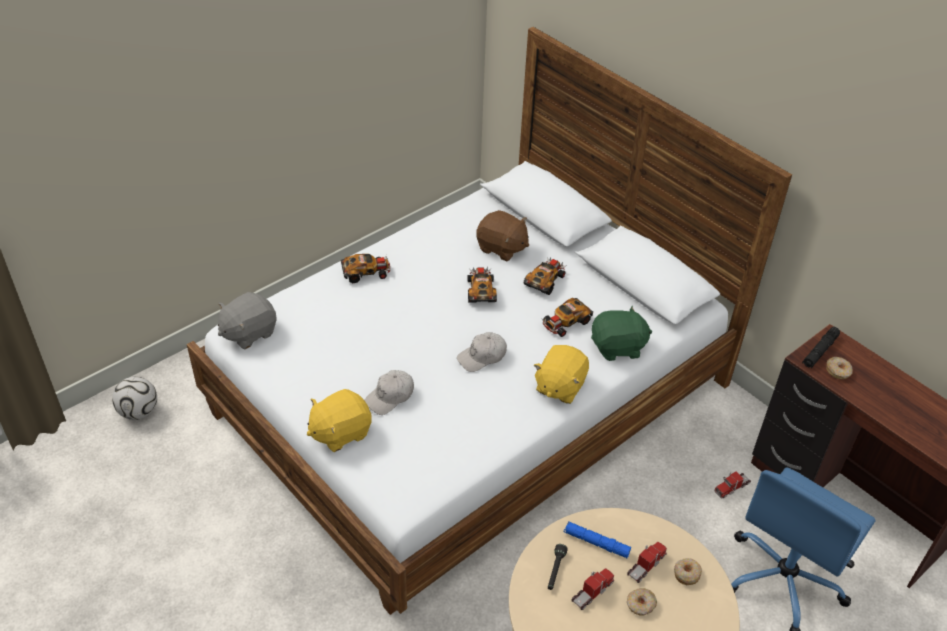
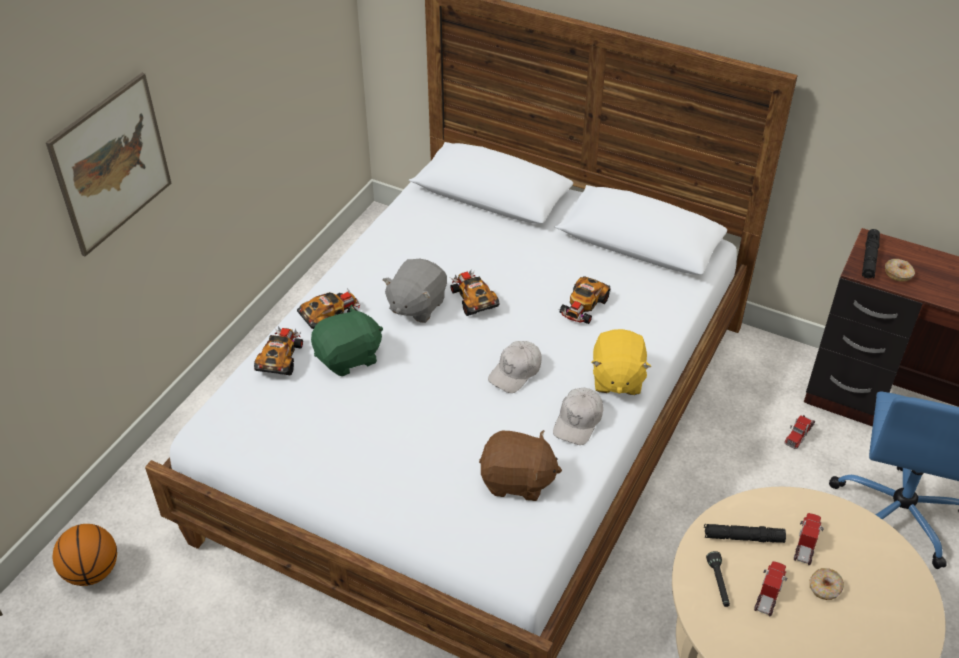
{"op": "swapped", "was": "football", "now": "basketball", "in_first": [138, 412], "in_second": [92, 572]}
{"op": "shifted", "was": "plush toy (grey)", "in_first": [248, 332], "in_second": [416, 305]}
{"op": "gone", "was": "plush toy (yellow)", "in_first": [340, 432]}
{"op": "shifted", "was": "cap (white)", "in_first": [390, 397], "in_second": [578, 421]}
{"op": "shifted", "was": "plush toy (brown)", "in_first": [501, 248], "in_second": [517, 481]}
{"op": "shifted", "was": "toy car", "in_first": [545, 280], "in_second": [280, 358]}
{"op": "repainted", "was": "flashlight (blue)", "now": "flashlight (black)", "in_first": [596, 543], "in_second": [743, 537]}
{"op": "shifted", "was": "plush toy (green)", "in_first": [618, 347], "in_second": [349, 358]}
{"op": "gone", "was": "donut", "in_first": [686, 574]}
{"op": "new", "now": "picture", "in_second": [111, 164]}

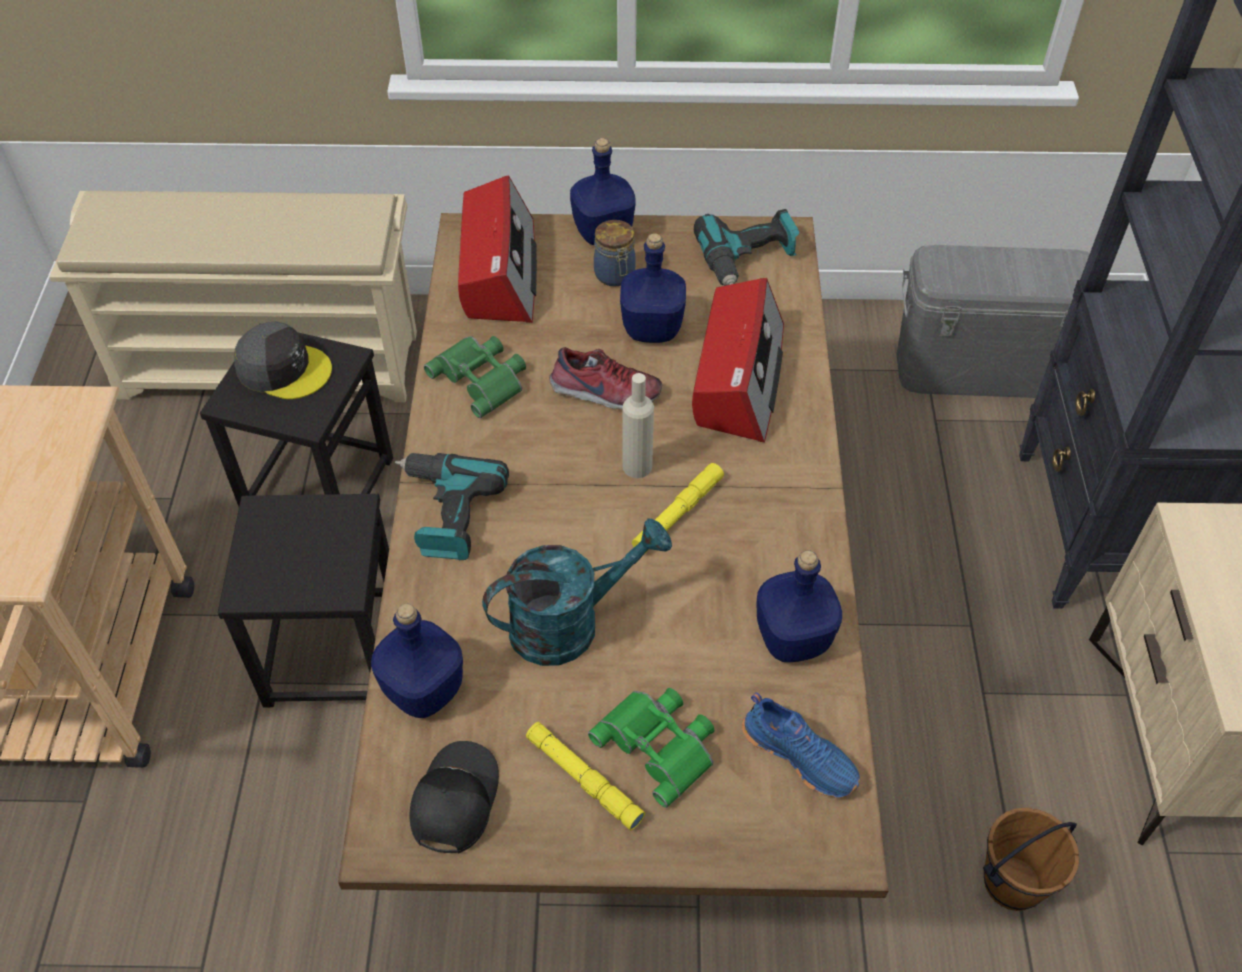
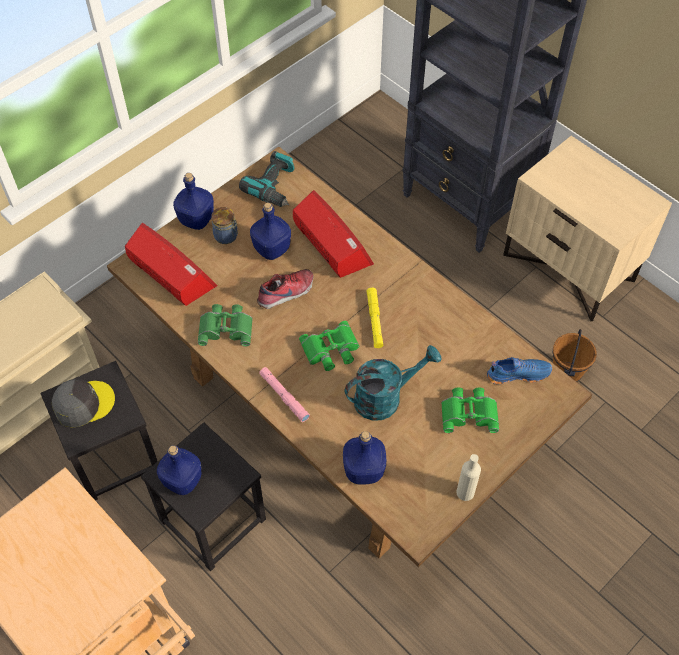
{"op": "swapped", "was": "power drill", "now": "flashlight (pink)", "in_first": [446, 512], "in_second": [284, 396]}
{"op": "gone", "was": "cap (black)", "in_first": [453, 801]}
{"op": "rotated", "was": "watering can (turquoise)", "in_first": [570, 622], "in_second": [385, 397], "clockwise": 45}
{"op": "gone", "was": "flashlight (yellow)", "in_first": [584, 779]}
{"op": "shifted", "was": "bottle (beige)", "in_first": [637, 466], "in_second": [465, 492]}
{"op": "shifted", "was": "bottle (blue)", "in_first": [792, 637], "in_second": [182, 480]}
{"op": "gone", "was": "storage box (grey)", "in_first": [979, 368]}
{"op": "new", "now": "binoculars (green)", "in_second": [331, 350]}

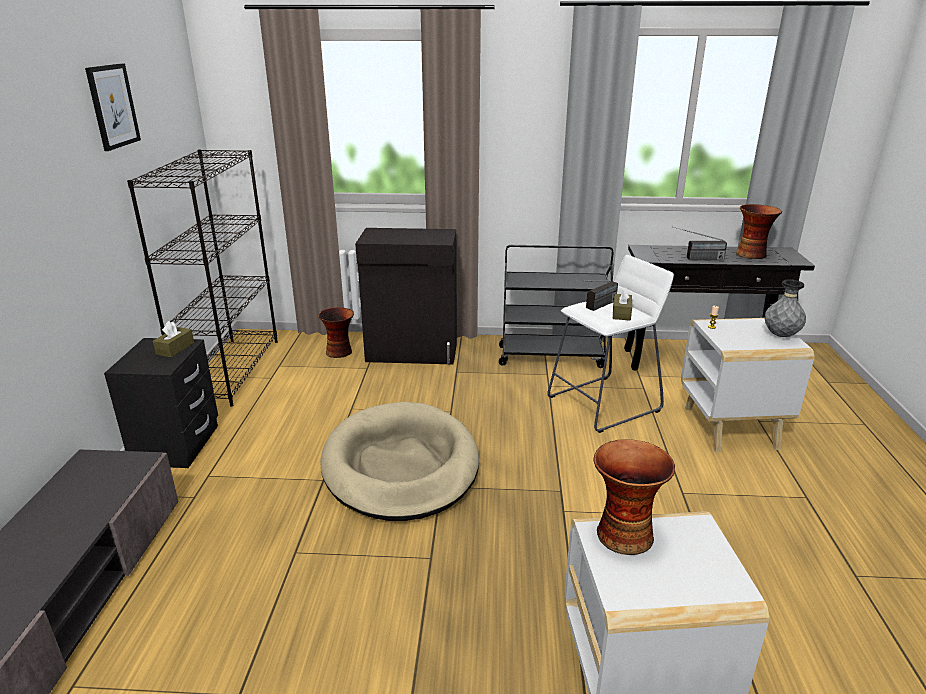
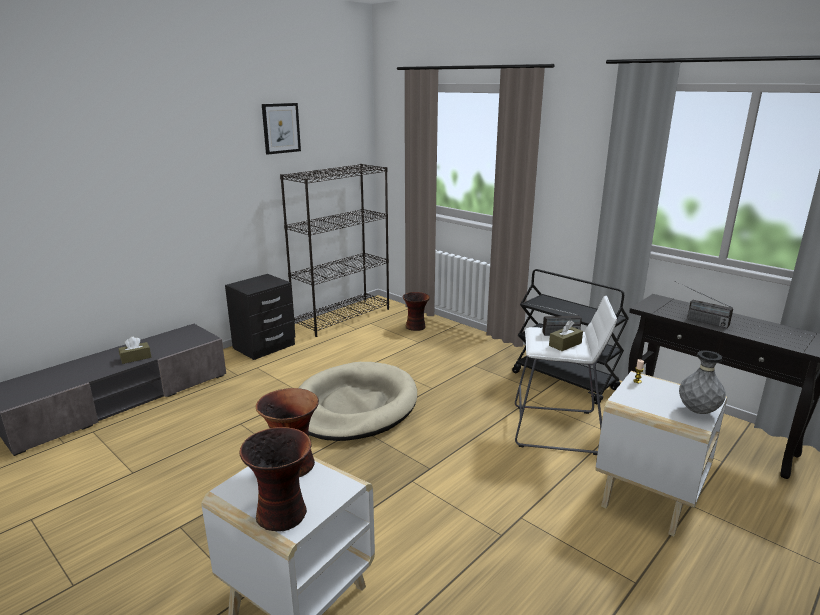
{"op": "shifted", "was": "tissue box (brown)", "in_first": [175, 348], "in_second": [136, 358]}
{"op": "gone", "was": "cabinet (black)", "in_first": [412, 353]}
{"op": "shifted", "was": "vase", "in_first": [751, 254], "in_second": [283, 514]}

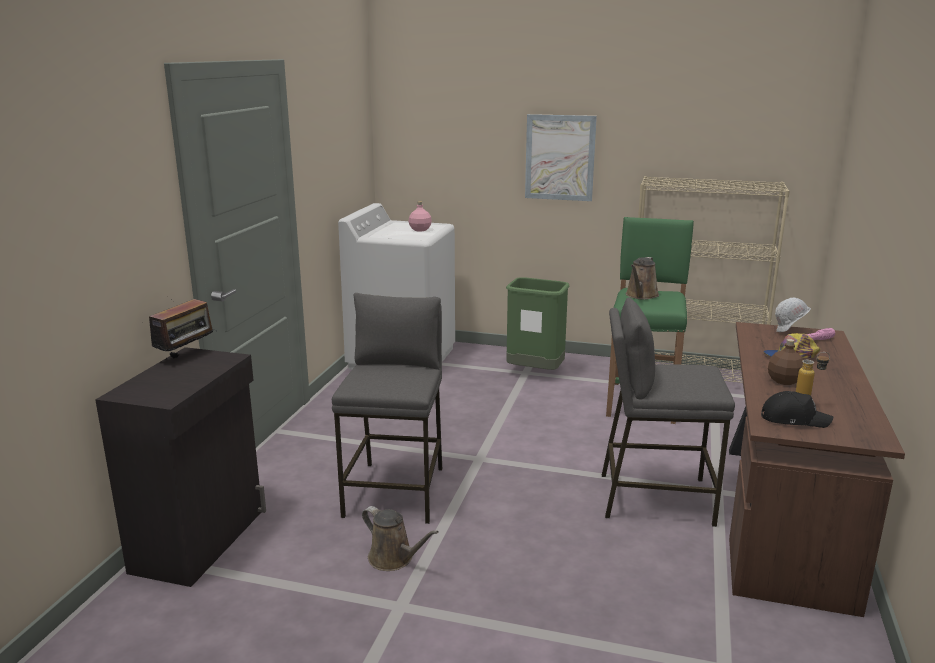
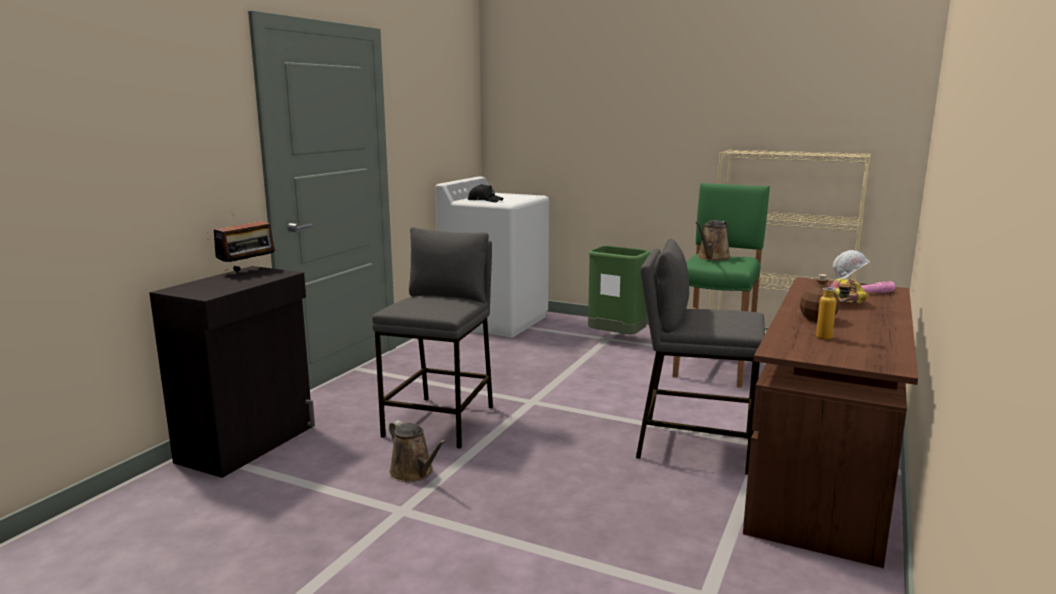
{"op": "gone", "was": "bottle (pink)", "in_first": [420, 230]}
{"op": "gone", "was": "picture", "in_first": [560, 157]}
{"op": "shifted", "was": "cap (black)", "in_first": [793, 419], "in_second": [485, 200]}

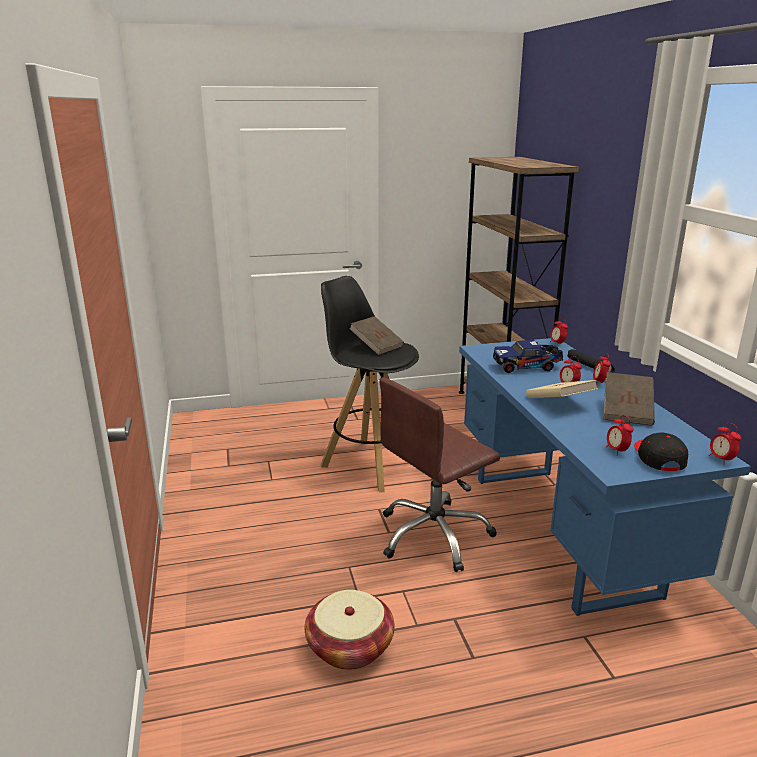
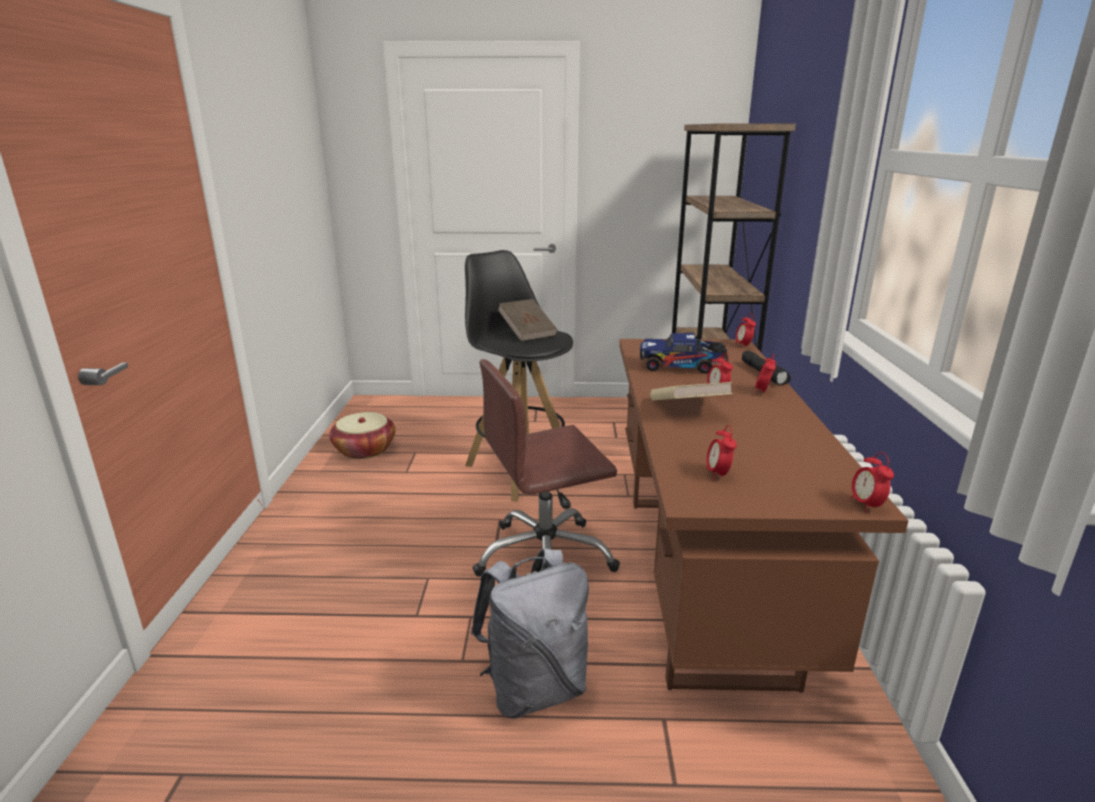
{"op": "shifted", "was": "basket", "in_first": [350, 647], "in_second": [364, 450]}
{"op": "repainted", "was": "desk (blue)", "now": "desk (brown)", "in_first": [561, 531], "in_second": [703, 579]}
{"op": "gone", "was": "book (brown)", "in_first": [627, 412]}
{"op": "gone", "was": "cap (black)", "in_first": [658, 458]}
{"op": "new", "now": "backpack (grey)", "in_second": [534, 688]}

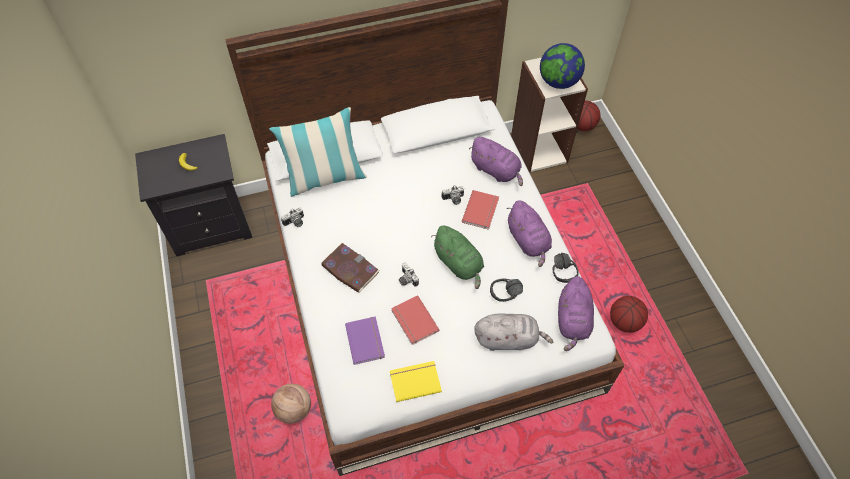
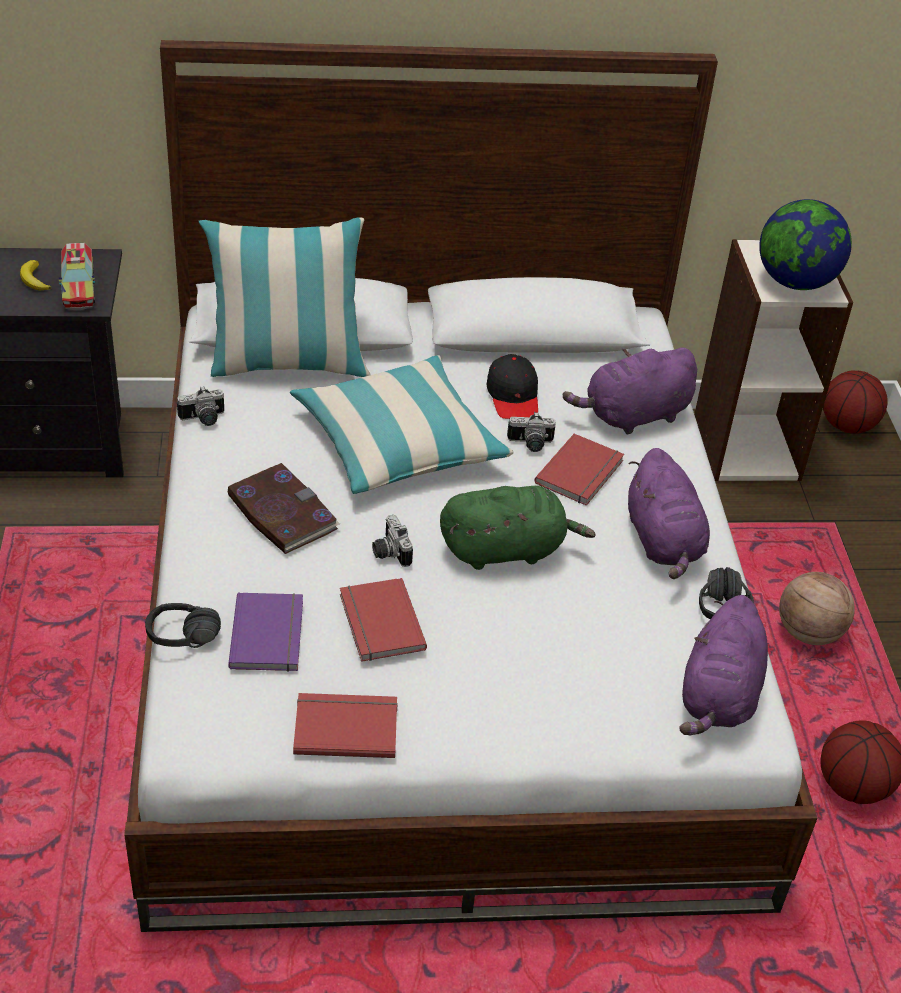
{"op": "shifted", "was": "basketball", "in_first": [294, 410], "in_second": [808, 633]}
{"op": "repainted", "was": "book (yellow)", "now": "book (red)", "in_first": [414, 381], "in_second": [345, 726]}
{"op": "rotated", "was": "plush toy (green)", "in_first": [459, 264], "in_second": [507, 550], "clockwise": -75}
{"op": "rotated", "was": "plush toy (purple)", "in_first": [496, 171], "in_second": [633, 416], "clockwise": 105}
{"op": "gone", "was": "plush toy (grey)", "in_first": [508, 339]}
{"op": "shifted", "was": "headphones (black)", "in_first": [507, 297], "in_second": [182, 644]}
{"op": "new", "now": "toy truck", "in_second": [79, 287]}
{"op": "new", "now": "pillow", "in_second": [398, 443]}
{"op": "new", "now": "cap (black)", "in_second": [513, 396]}

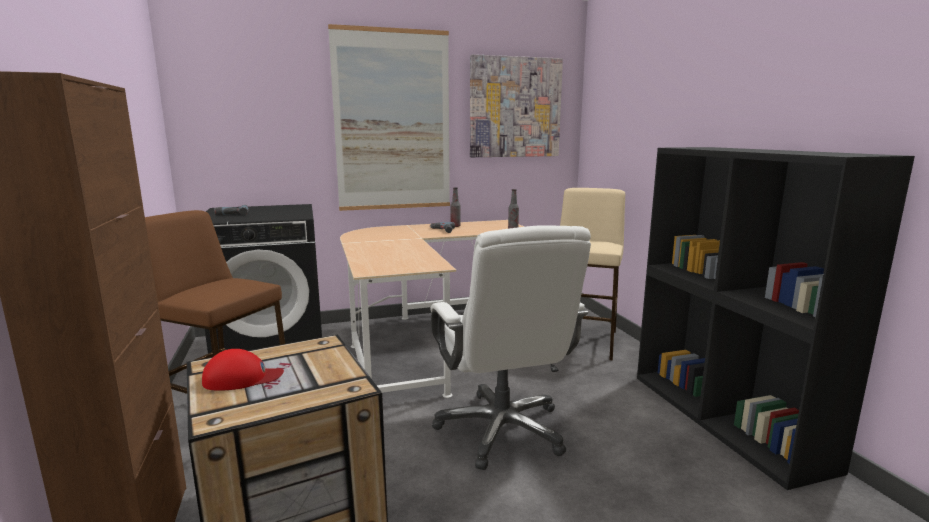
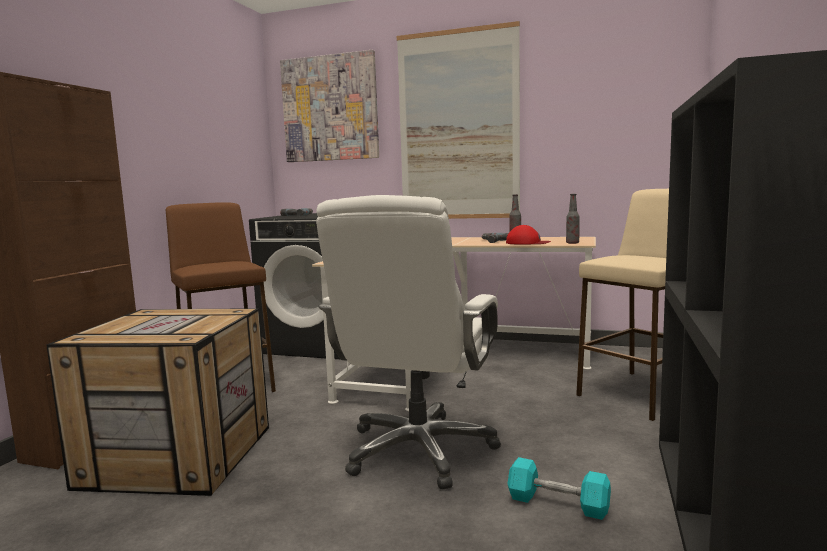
{"op": "shifted", "was": "cap (red)", "in_first": [242, 378], "in_second": [527, 243]}
{"op": "shifted", "was": "picture", "in_first": [515, 107], "in_second": [330, 108]}
{"op": "new", "now": "dumbbell (turquoise)", "in_second": [558, 503]}

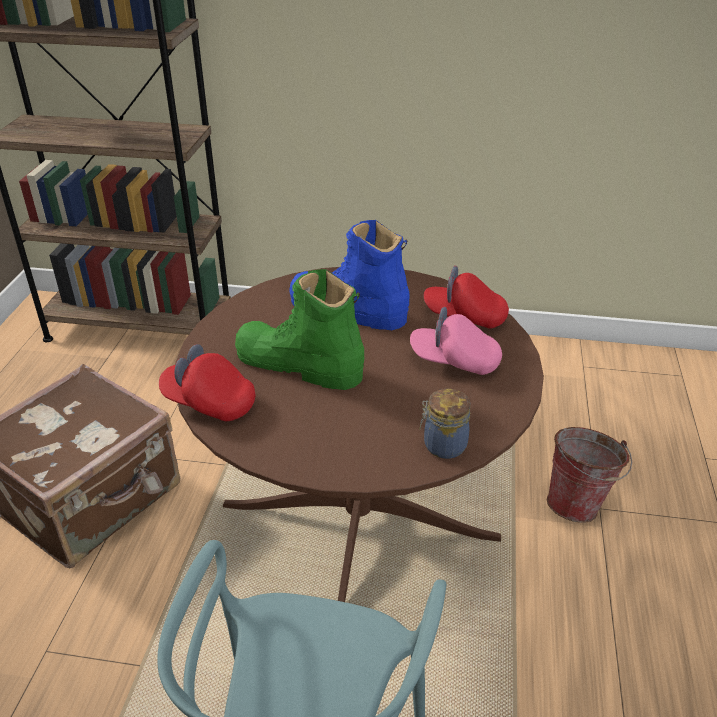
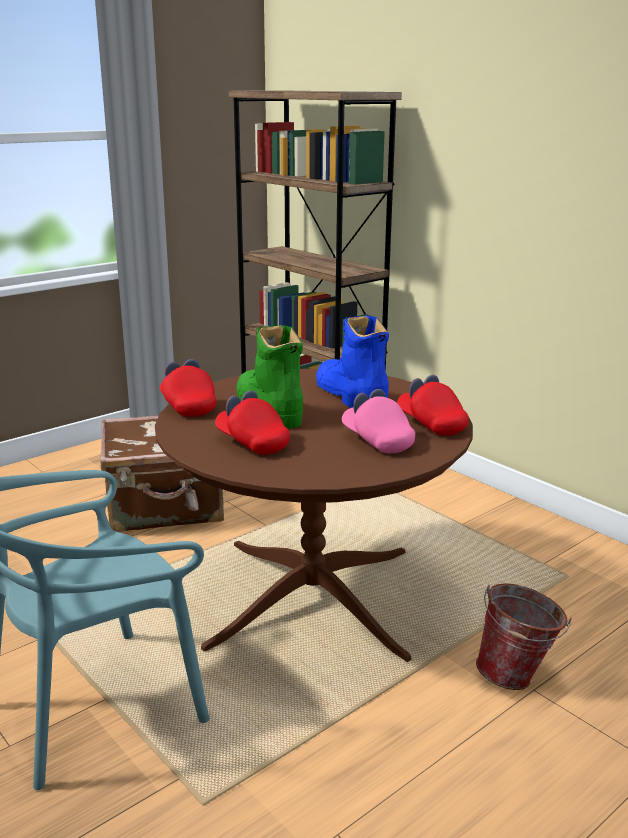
{"op": "gone", "was": "jar", "in_first": [443, 445]}
{"op": "new", "now": "cap (red)", "in_second": [252, 442]}

